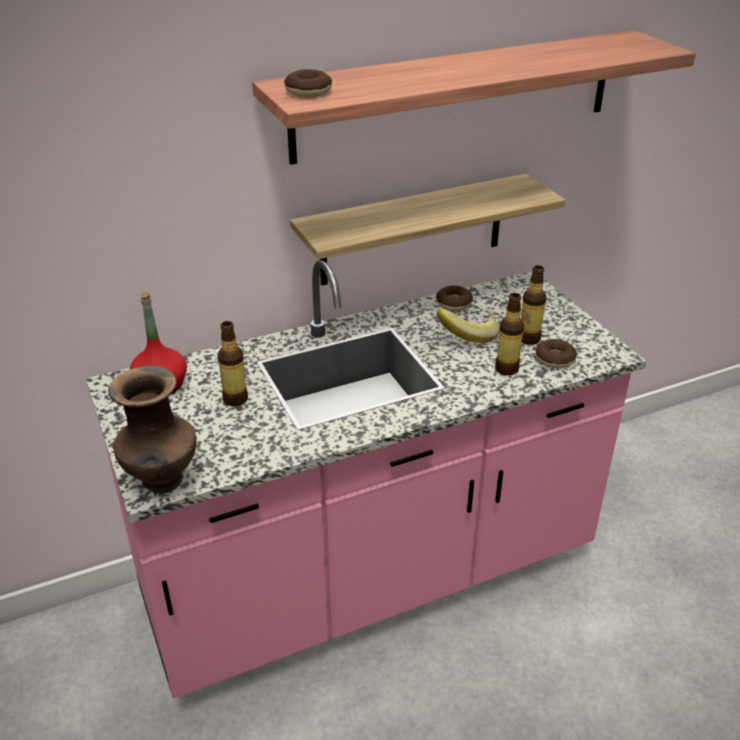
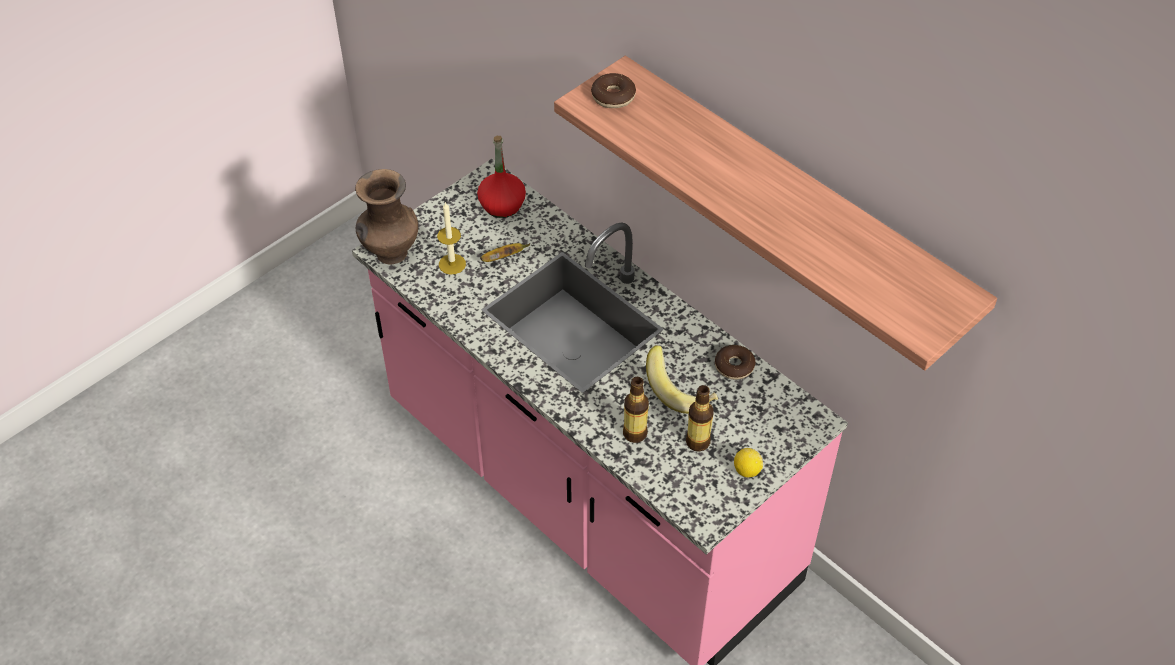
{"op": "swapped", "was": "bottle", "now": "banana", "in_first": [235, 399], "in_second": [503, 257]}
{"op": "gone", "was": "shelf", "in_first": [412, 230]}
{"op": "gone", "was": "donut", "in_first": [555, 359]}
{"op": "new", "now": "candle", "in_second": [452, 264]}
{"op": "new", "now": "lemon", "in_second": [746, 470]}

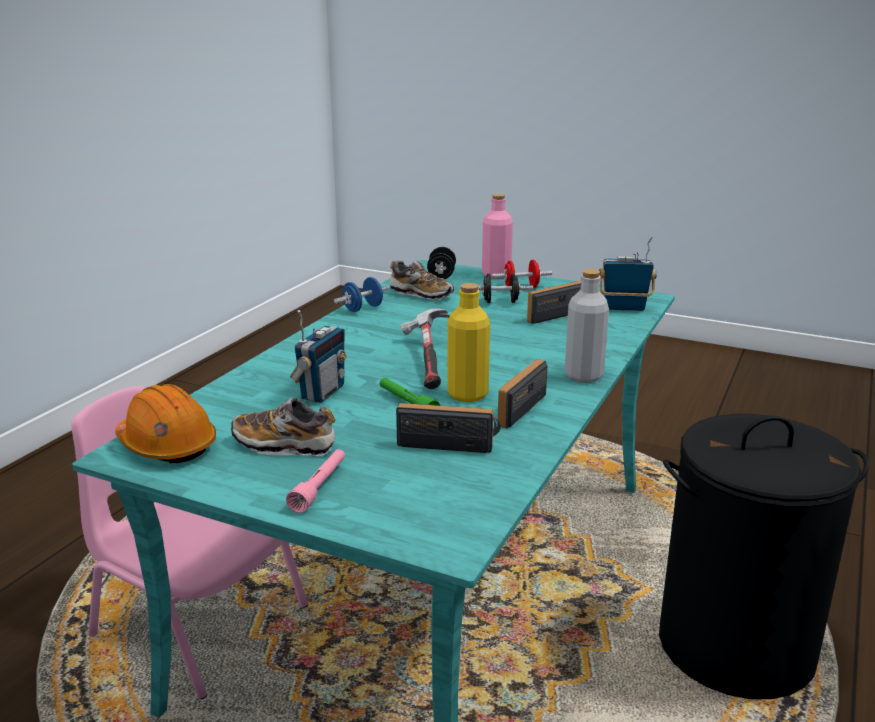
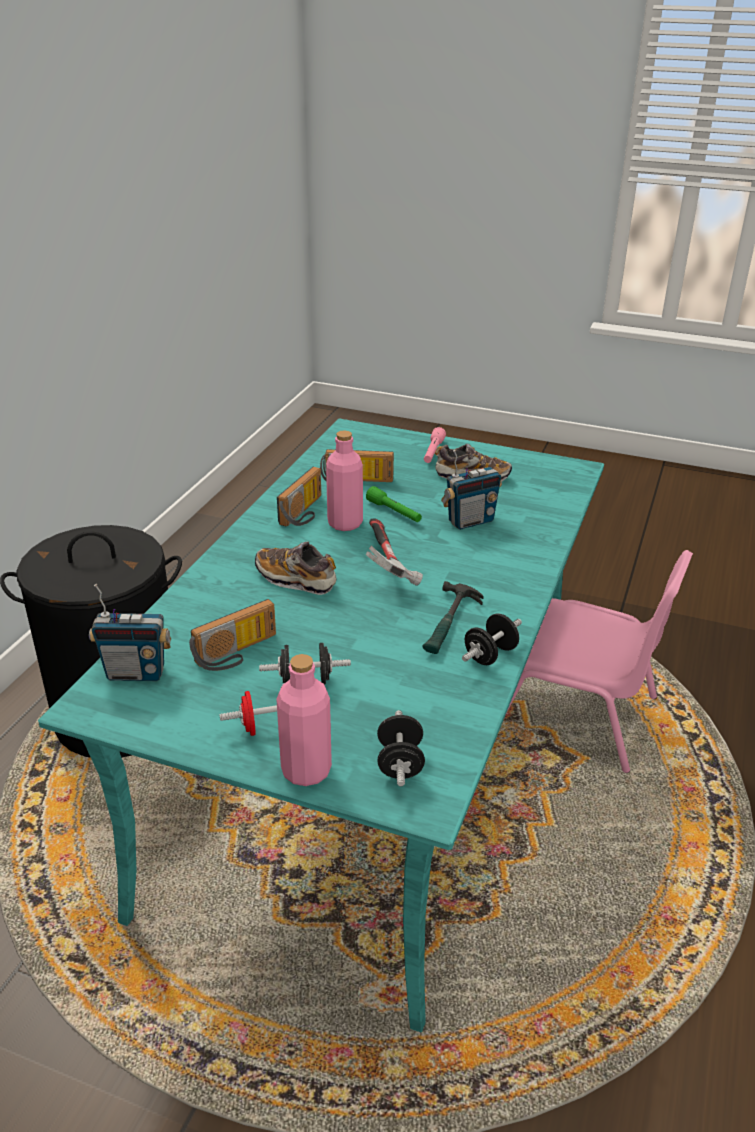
{"op": "gone", "was": "hard hat (orange)", "in_first": [167, 445]}
{"op": "rotated", "was": "radio", "in_first": [322, 392], "in_second": [470, 521], "clockwise": -135}
{"op": "repainted", "was": "dumbbell (blue)", "now": "dumbbell (black)", "in_first": [363, 308], "in_second": [490, 655]}
{"op": "shifted", "was": "shoe", "in_first": [421, 294], "in_second": [295, 579]}
{"op": "repainted", "was": "bottle (yellow)", "now": "bottle (pink)", "in_first": [467, 394], "in_second": [345, 523]}
{"op": "gone", "was": "bottle (grey)", "in_first": [583, 376]}
{"op": "new", "now": "hammer", "in_second": [450, 623]}

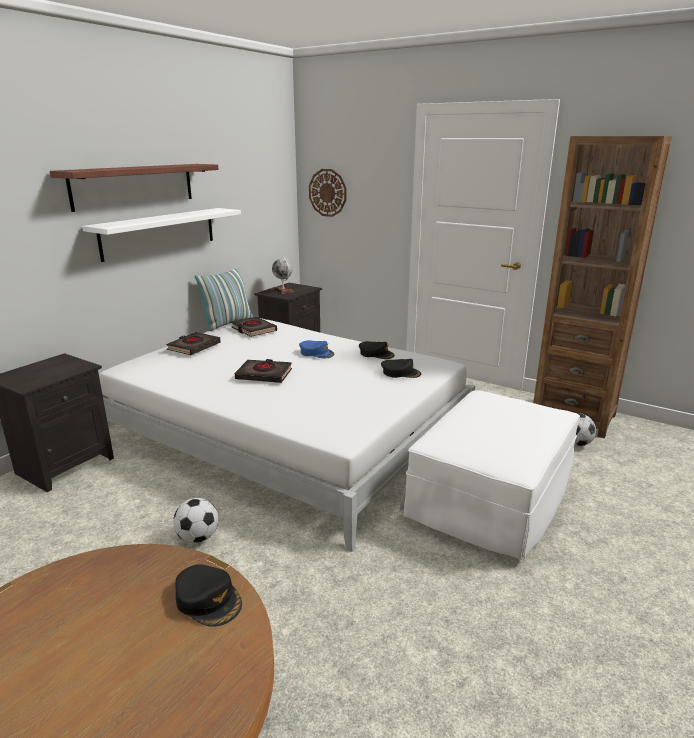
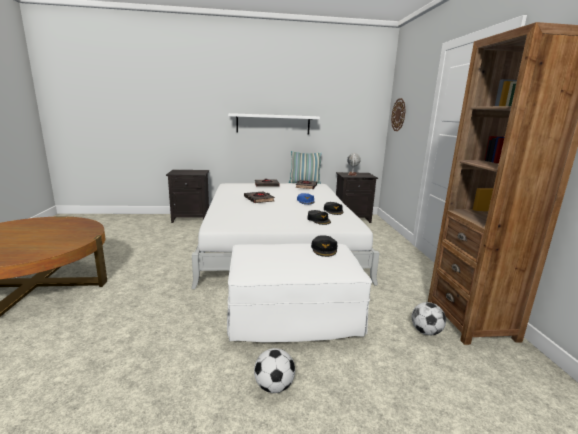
{"op": "gone", "was": "shelf", "in_first": [134, 186]}
{"op": "shifted", "was": "football", "in_first": [198, 538], "in_second": [274, 386]}
{"op": "shifted", "was": "cap (black)", "in_first": [209, 600], "in_second": [324, 249]}

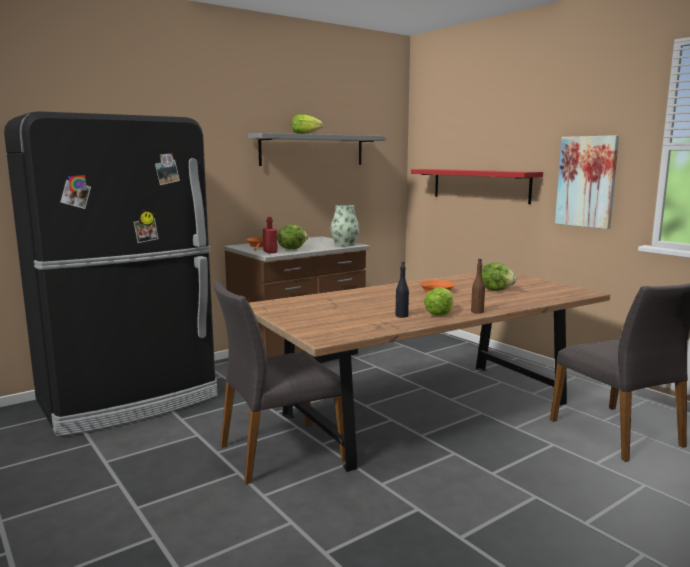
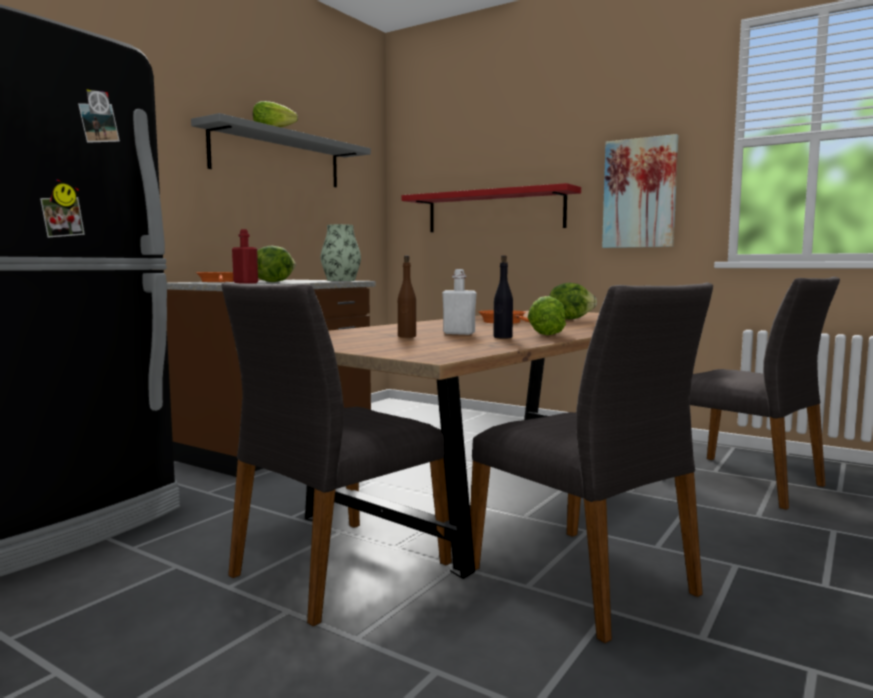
{"op": "shifted", "was": "bottle (brown)", "in_first": [477, 312], "in_second": [407, 336]}
{"op": "new", "now": "bottle (white)", "in_second": [459, 333]}
{"op": "new", "now": "chair (grey)", "in_second": [585, 580]}

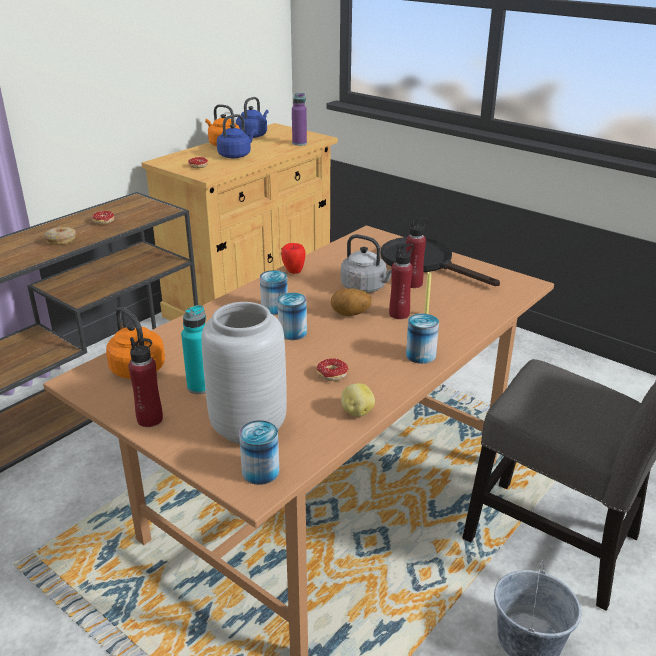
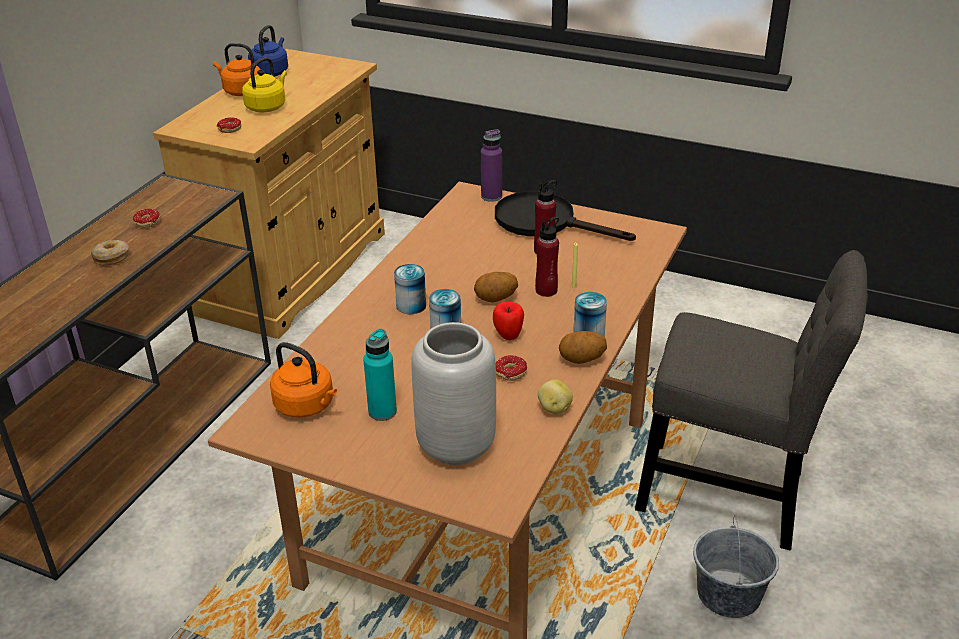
{"op": "gone", "was": "bottle (red)", "in_first": [150, 419]}
{"op": "repainted", "was": "kettle (blue)", "now": "kettle (yellow)", "in_first": [236, 155], "in_second": [267, 107]}
{"op": "gone", "was": "can", "in_first": [260, 471]}
{"op": "shifted", "was": "apple", "in_first": [293, 271], "in_second": [508, 336]}
{"op": "shifted", "was": "bottle (purple)", "in_first": [299, 143], "in_second": [491, 196]}
{"op": "gone", "was": "kettle (grey)", "in_first": [365, 288]}
{"op": "new", "now": "potato", "in_second": [582, 360]}

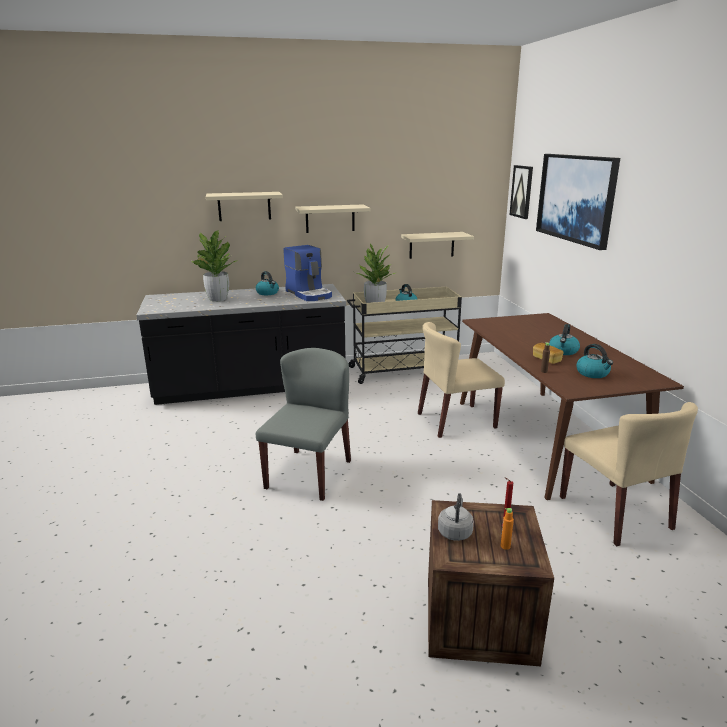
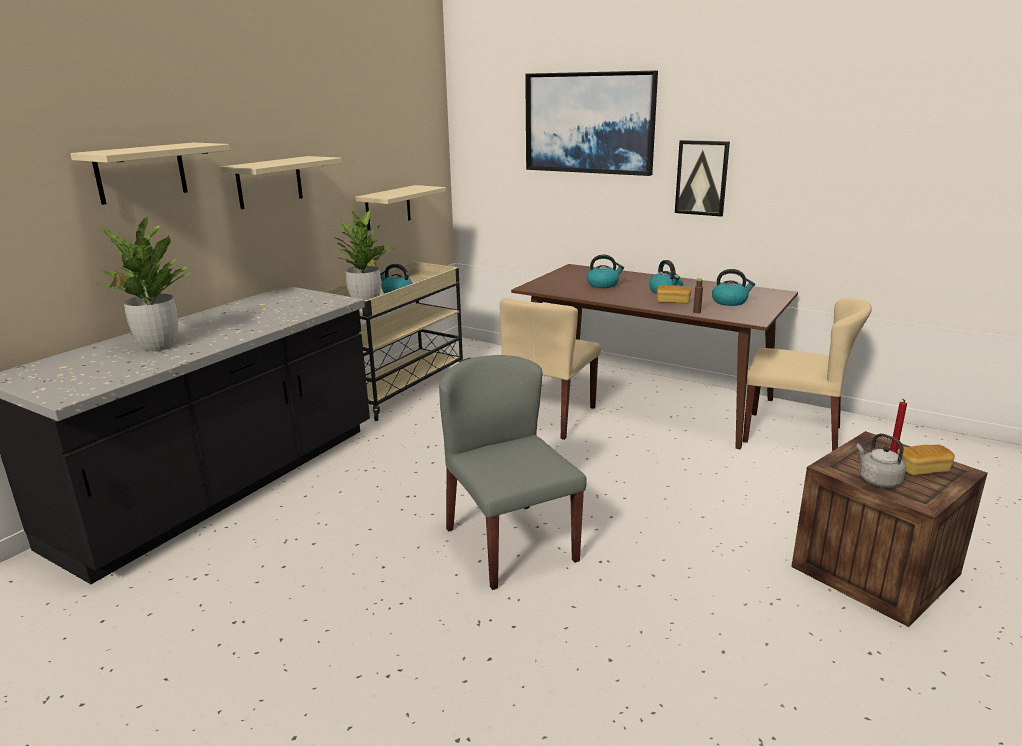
{"op": "shifted", "was": "kettle", "in_first": [268, 293], "in_second": [603, 285]}
{"op": "gone", "was": "coffee machine", "in_first": [309, 294]}
{"op": "swapped", "was": "bottle (orange)", "now": "bread", "in_first": [505, 546], "in_second": [922, 469]}
{"op": "shifted", "was": "picture", "in_first": [522, 191], "in_second": [702, 178]}

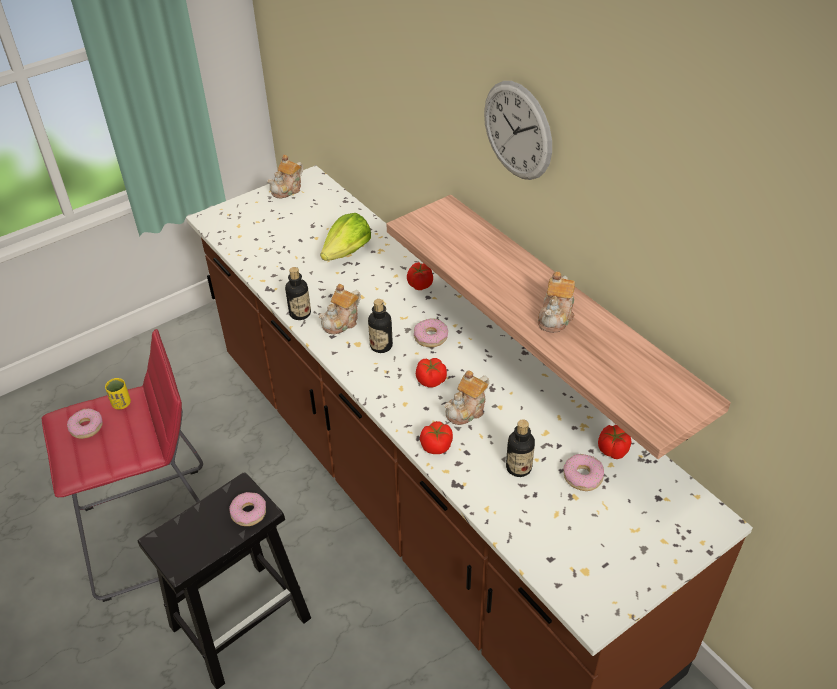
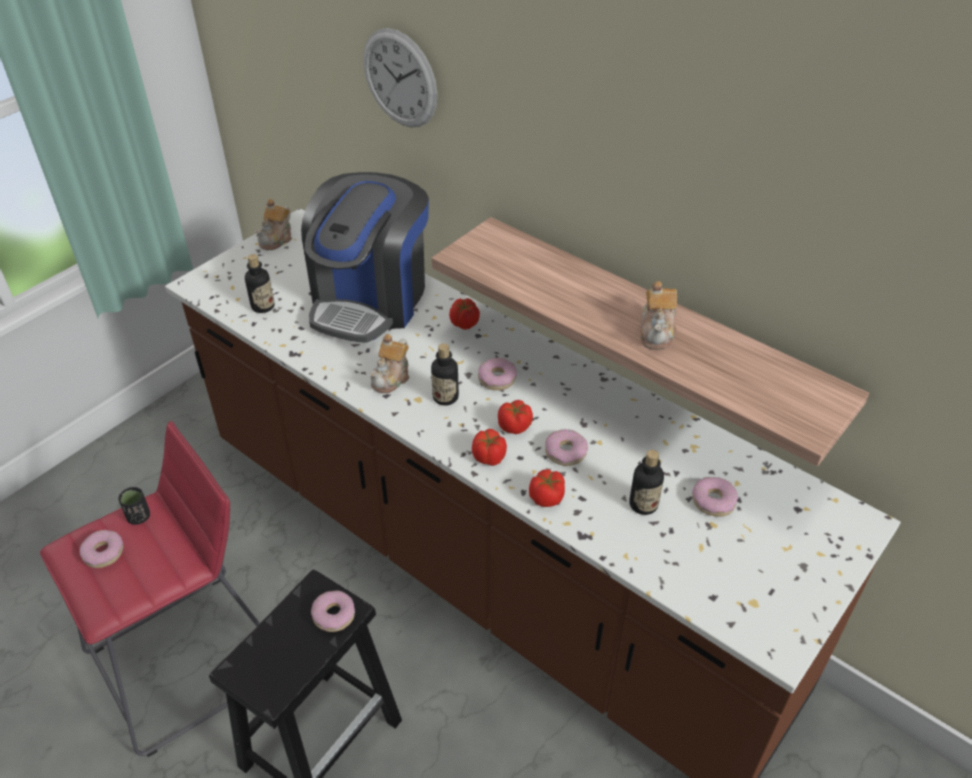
{"op": "repainted", "was": "cup (yellow)", "now": "cup (black)", "in_first": [121, 403], "in_second": [139, 517]}
{"op": "shifted", "was": "bottle", "in_first": [300, 313], "in_second": [263, 306]}
{"op": "swapped", "was": "lettuce", "now": "coffee machine", "in_first": [347, 252], "in_second": [370, 300]}
{"op": "swapped", "was": "teapot", "now": "donut", "in_first": [467, 410], "in_second": [565, 452]}
{"op": "shifted", "was": "wall clock", "in_first": [517, 131], "in_second": [400, 78]}
{"op": "shifted", "was": "tomato", "in_first": [613, 450], "in_second": [489, 457]}

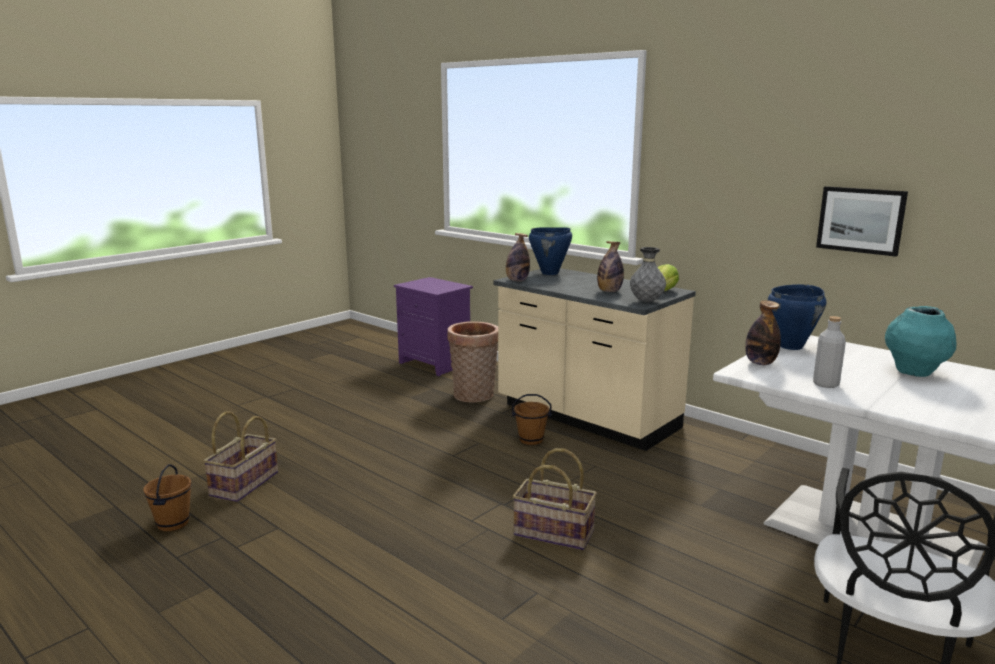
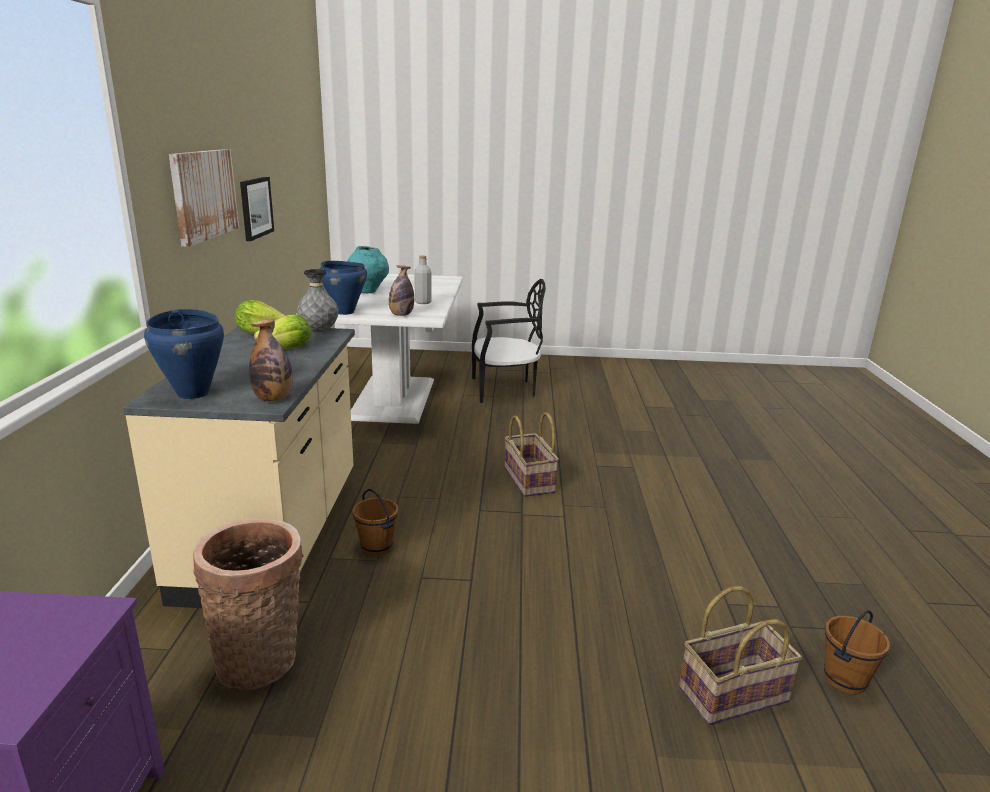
{"op": "swapped", "was": "bottle", "now": "lettuce", "in_first": [609, 291], "in_second": [288, 348]}
{"op": "new", "now": "picture", "in_second": [204, 194]}

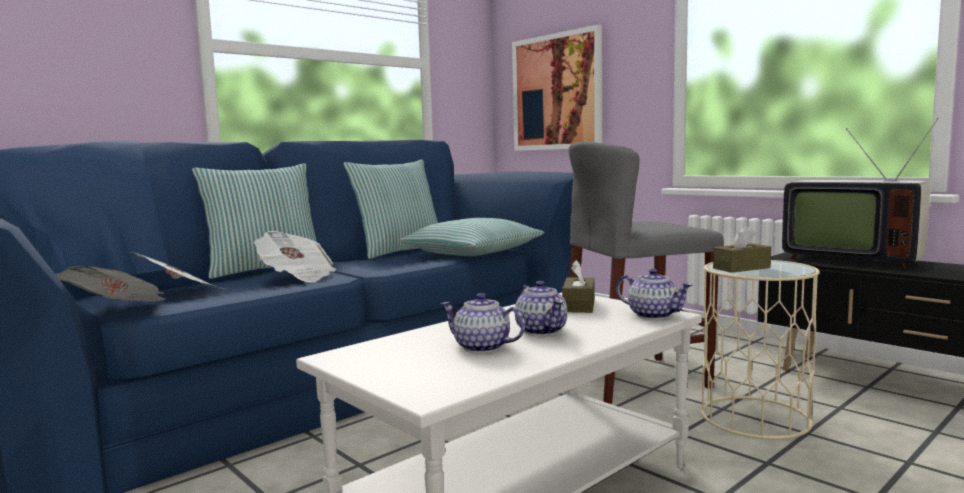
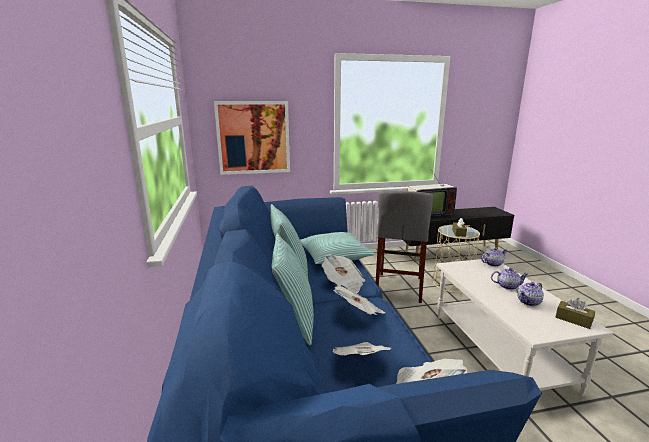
{"op": "shifted", "was": "tissue box (brown)", "in_first": [579, 306], "in_second": [573, 320]}
{"op": "new", "now": "newspaper", "in_second": [343, 284]}

